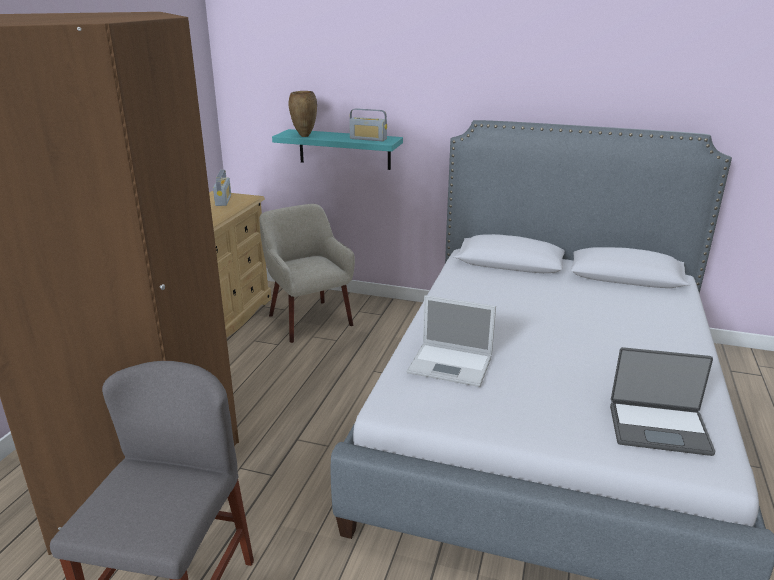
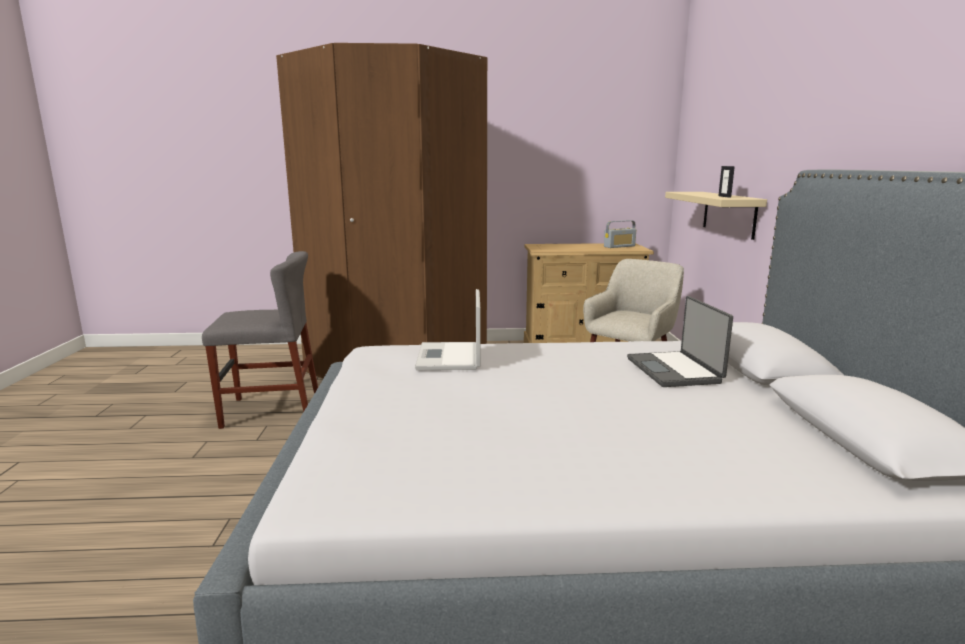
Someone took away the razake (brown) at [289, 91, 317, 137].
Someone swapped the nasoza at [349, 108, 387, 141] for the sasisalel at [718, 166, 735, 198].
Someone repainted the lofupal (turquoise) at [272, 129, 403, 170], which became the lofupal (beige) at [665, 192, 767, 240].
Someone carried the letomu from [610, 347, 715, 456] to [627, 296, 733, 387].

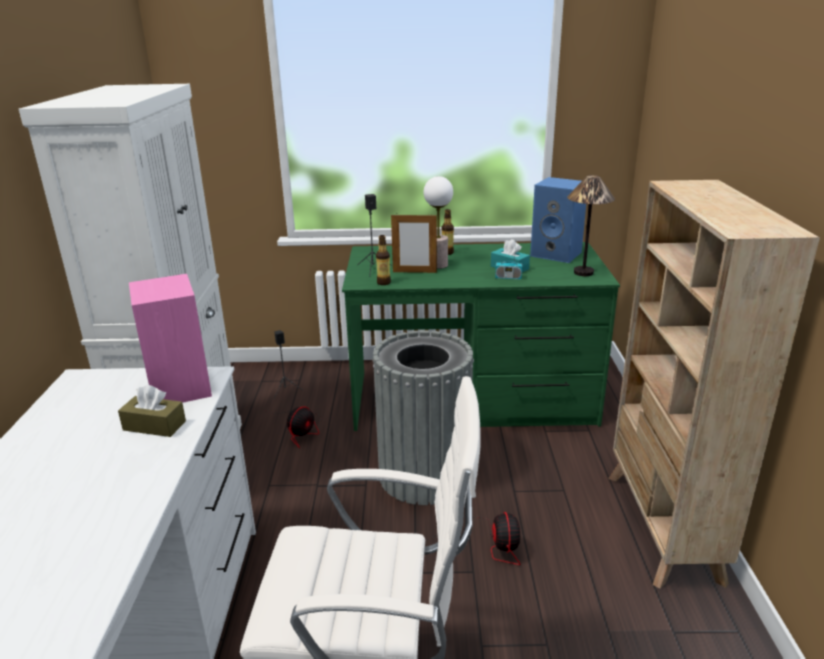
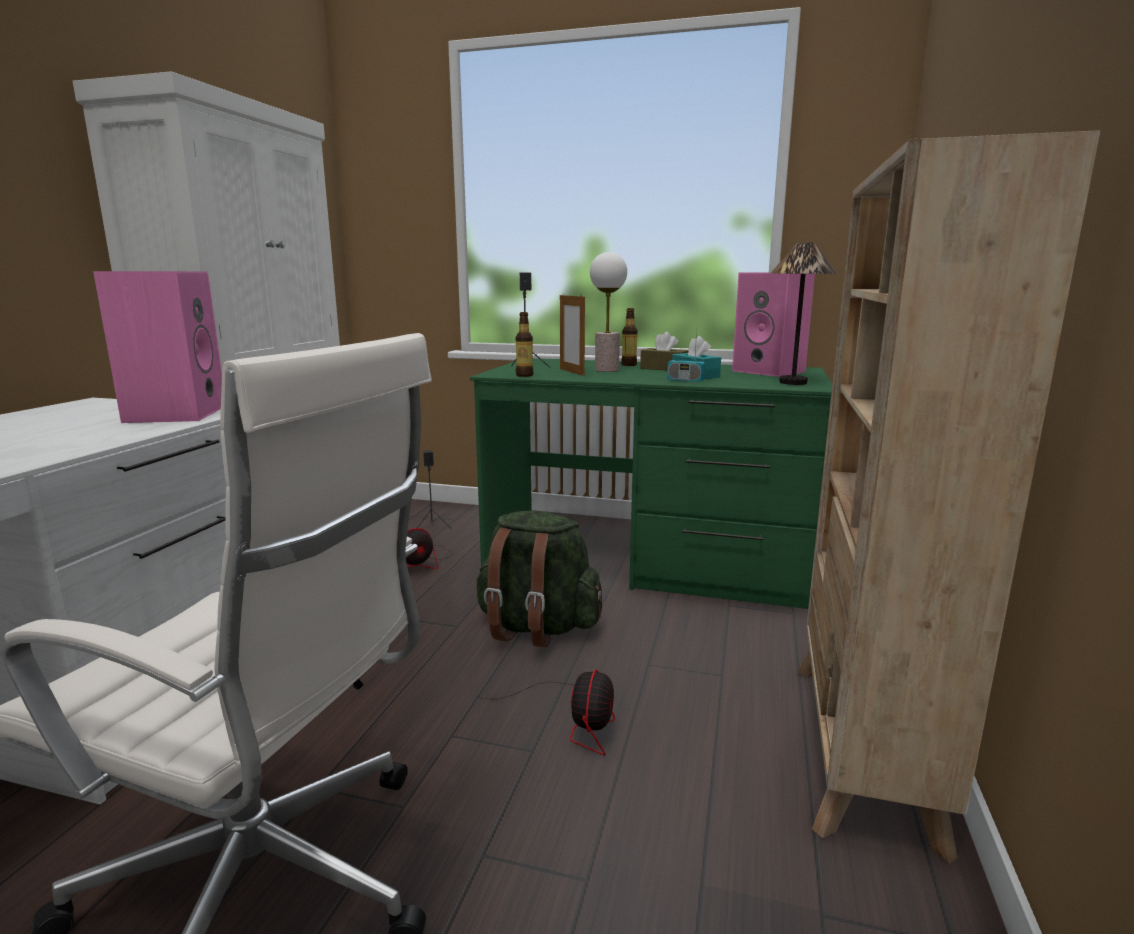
Someone repainted the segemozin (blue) at [530, 177, 586, 263], which became the segemozin (pink) at [732, 272, 815, 377].
Someone rotated the sasisalel at [391, 213, 437, 273] by 45 degrees clockwise.
Someone swapped the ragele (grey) at [373, 330, 474, 505] for the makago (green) at [476, 511, 602, 647].
Someone carried the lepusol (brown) from [118, 385, 186, 437] to [640, 332, 689, 371].

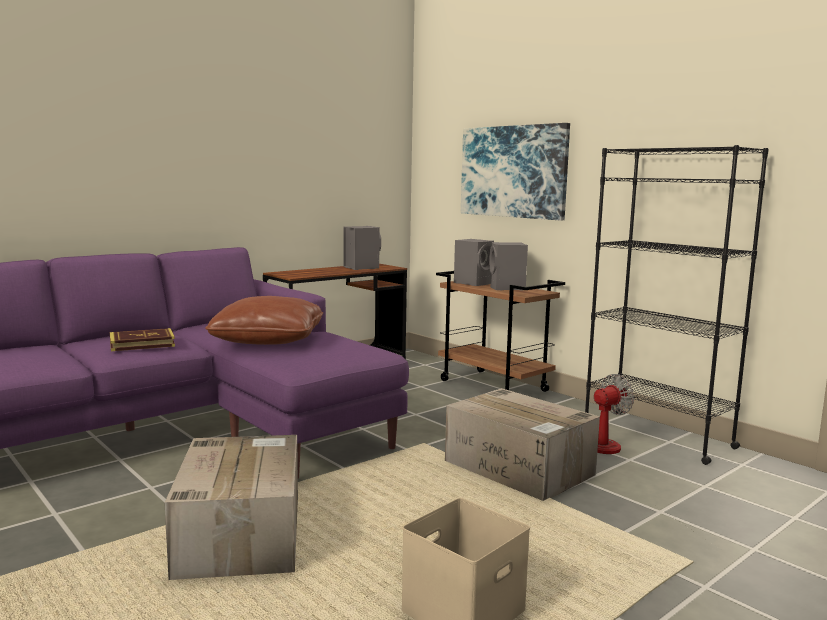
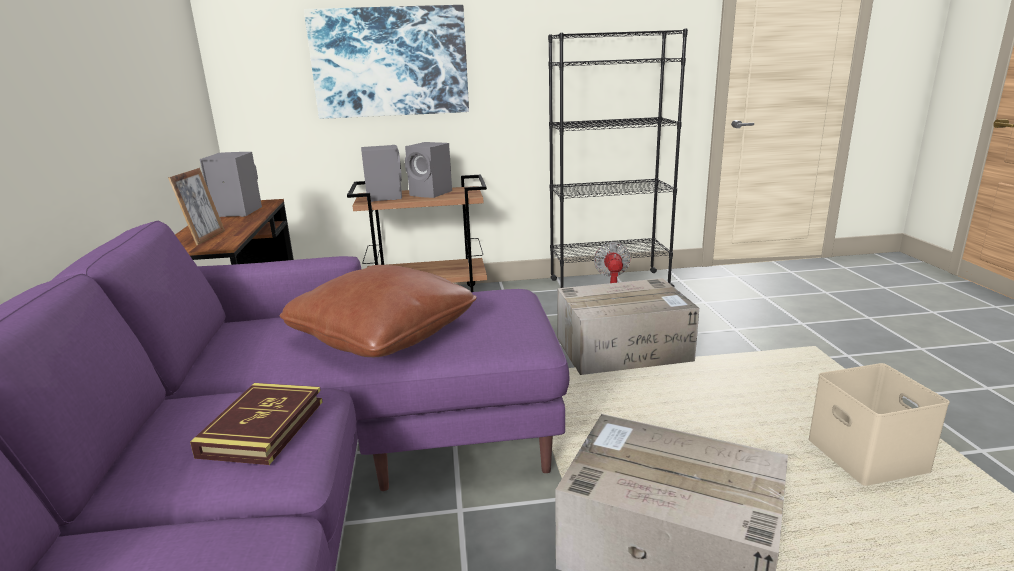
Someone put down the sasisalel at [168, 168, 225, 245].

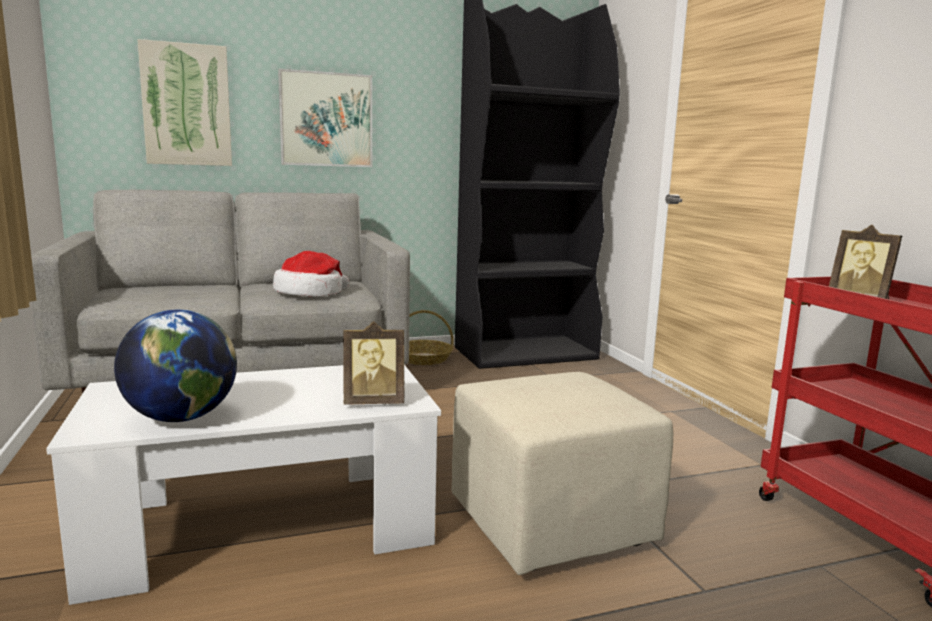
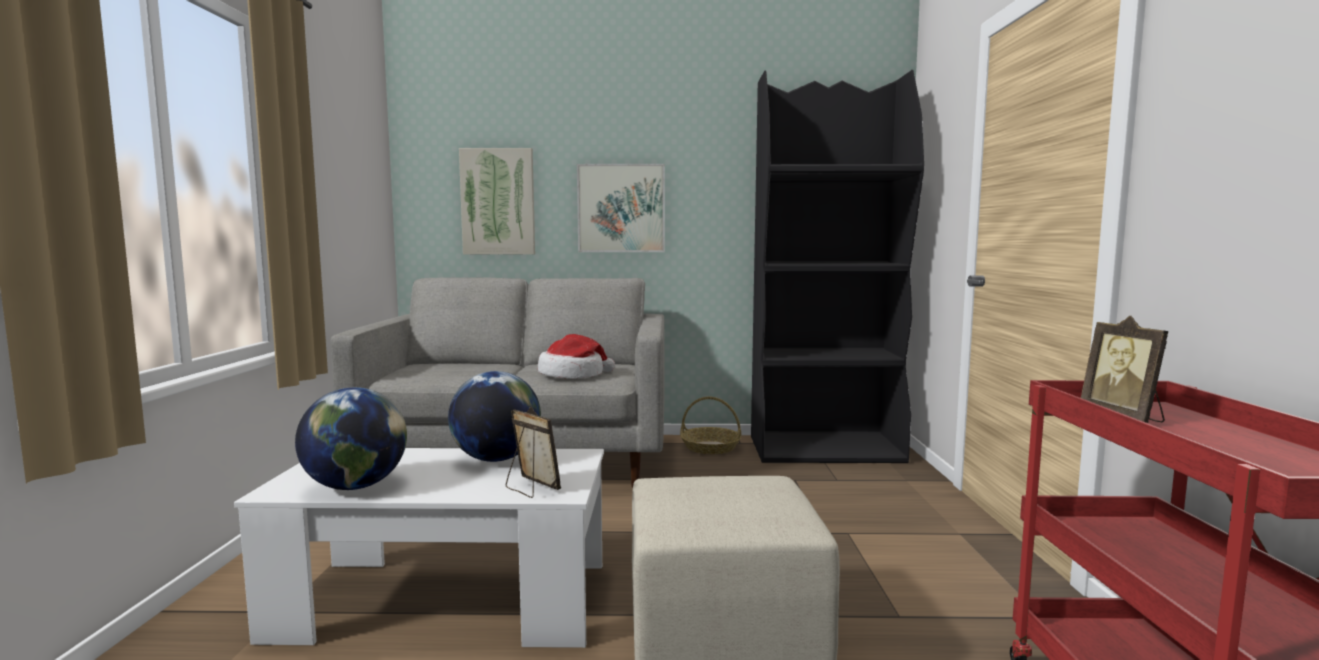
Someone rotated the sasisalel at [343, 321, 404, 405] by 150 degrees counterclockwise.
Someone put down the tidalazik at [448, 371, 541, 462].

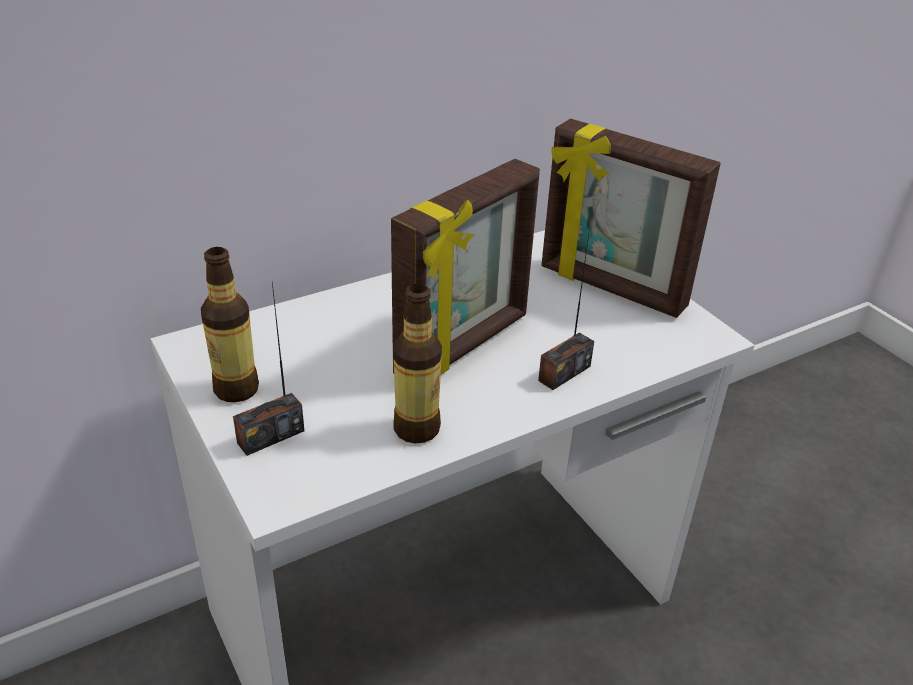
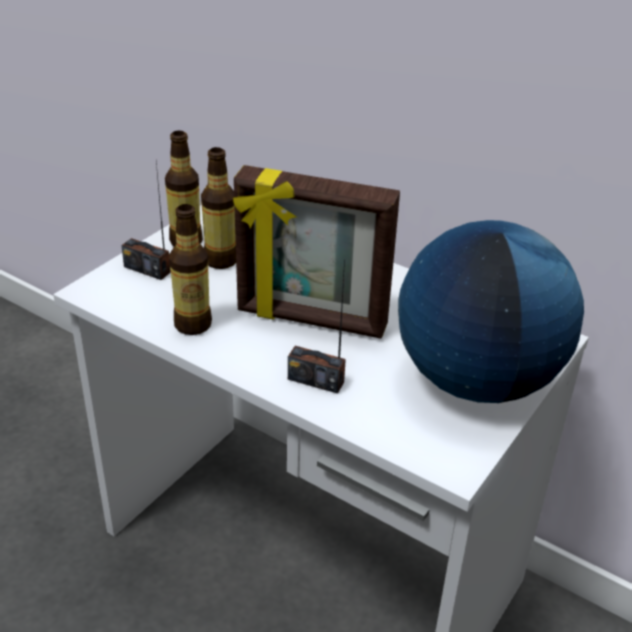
Someone swapped the sasisalel at [541, 119, 721, 318] for the tidalazik at [398, 220, 584, 403].
Someone put down the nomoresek at [201, 147, 236, 269].

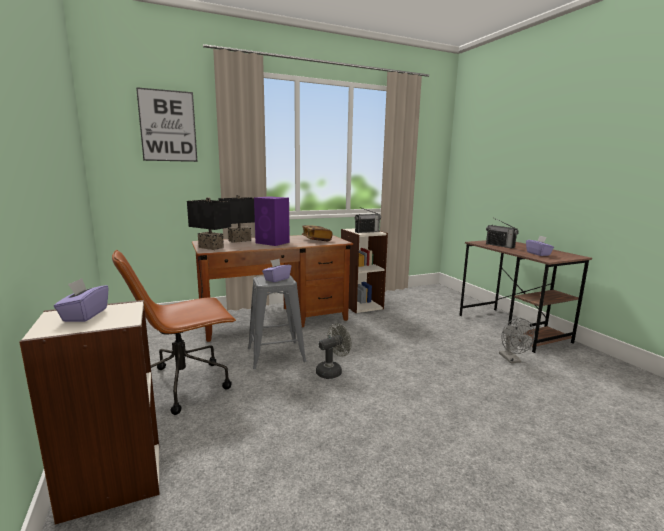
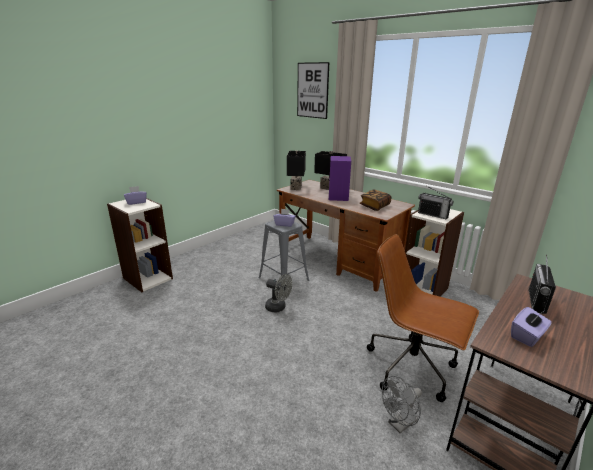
Someone carried the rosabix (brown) from [112, 250, 236, 415] to [367, 234, 479, 402].

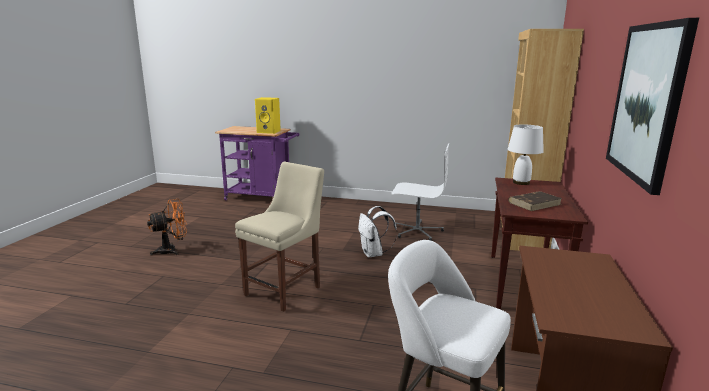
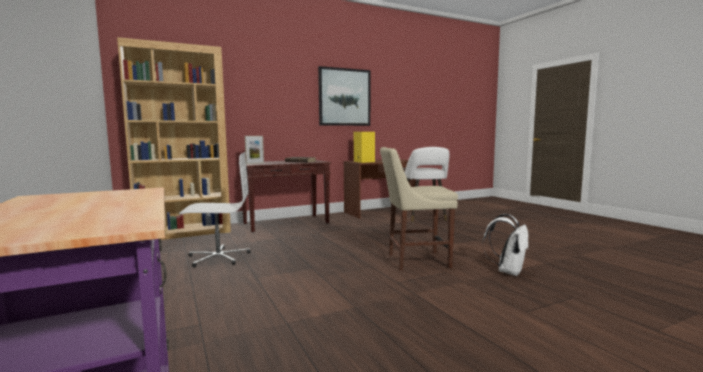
Someone carried the segemozin (yellow) from [255, 97, 281, 134] to [354, 132, 375, 163].
Someone swapped the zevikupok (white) at [508, 125, 544, 185] for the sasisalel at [245, 136, 264, 164].
Someone rotated the rosabix (white) at [391, 143, 449, 241] by 105 degrees clockwise.
Someone took away the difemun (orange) at [147, 199, 187, 255].
Someone carried the makago (white) from [358, 206, 397, 257] to [482, 214, 529, 276].

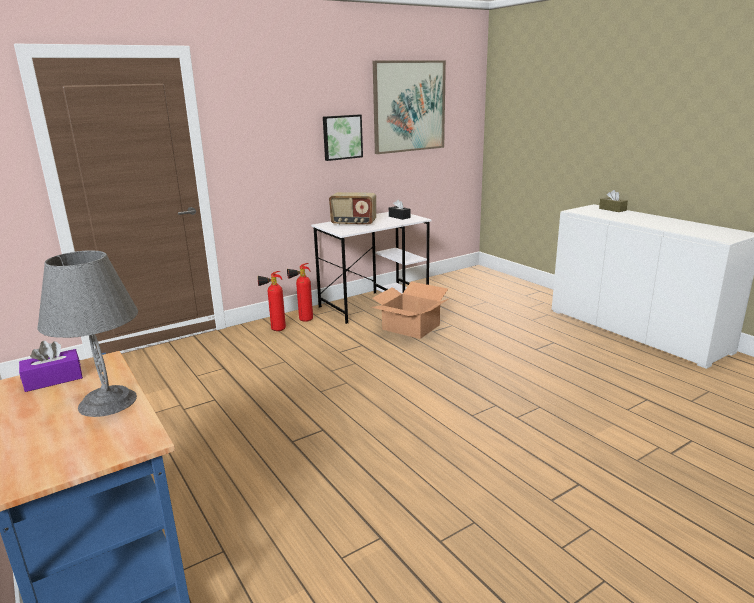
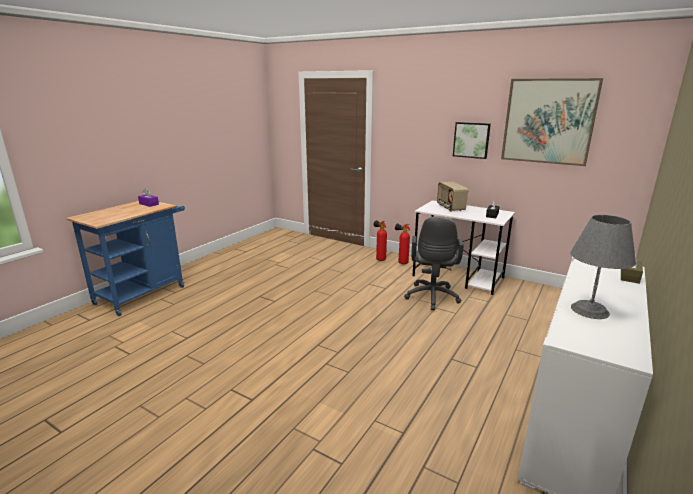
Someone carried the zevikupok (grey) from [38, 251, 138, 417] to [570, 215, 636, 319].
Someone swapped the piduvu at [371, 282, 450, 339] for the rosabix (grey) at [404, 217, 464, 310].

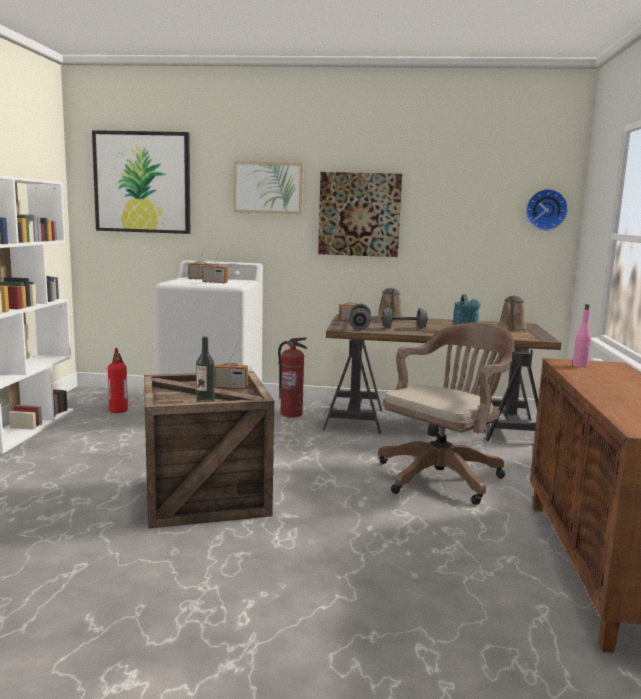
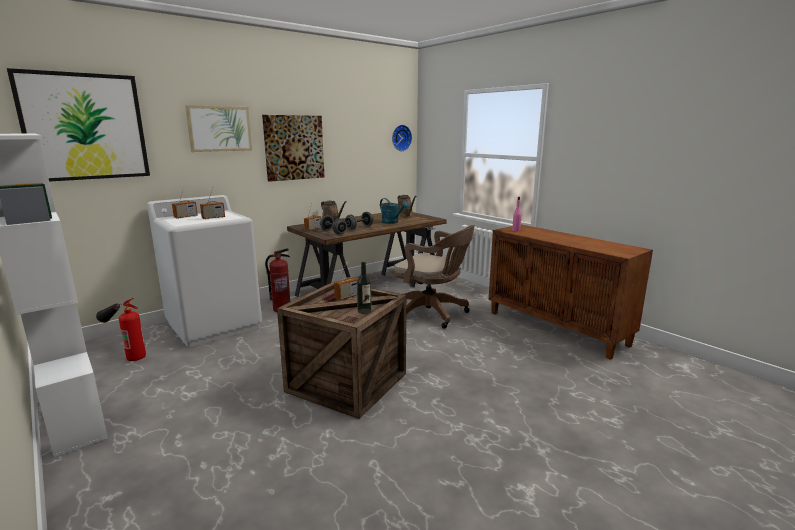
Someone rotated the rosabix (brown) at [378, 323, 515, 505] by 120 degrees clockwise.

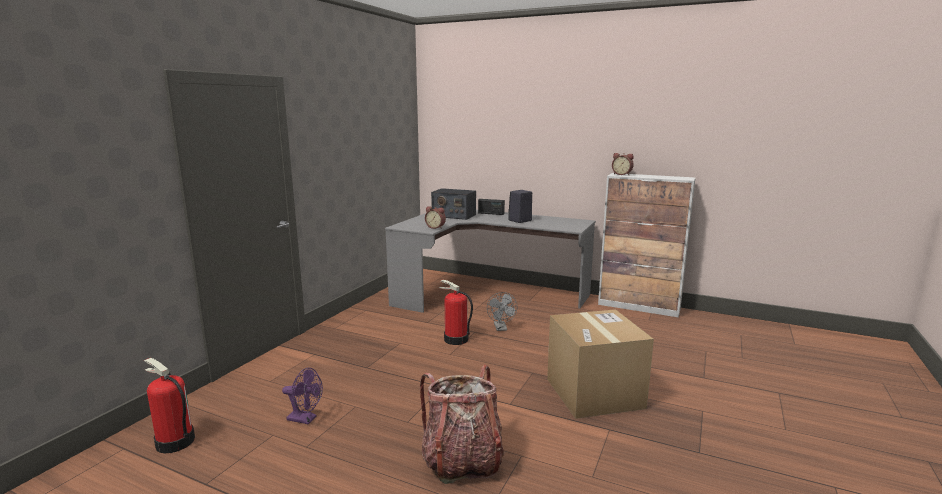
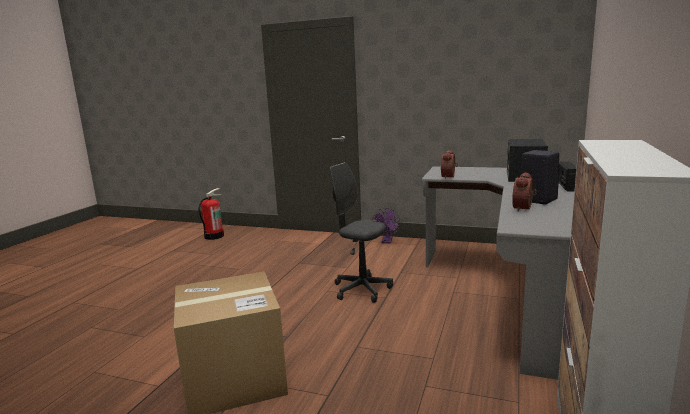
Someone carried the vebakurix from [612, 153, 634, 175] to [512, 172, 537, 211].
Someone swapped the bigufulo at [439, 280, 473, 345] for the rosabix (grey) at [330, 163, 393, 303].
Someone took away the difemun (grey) at [487, 292, 518, 331].
Someone took away the makago at [420, 365, 505, 484].
Someone carried the difemun (purple) from [282, 368, 323, 424] to [372, 208, 400, 243].

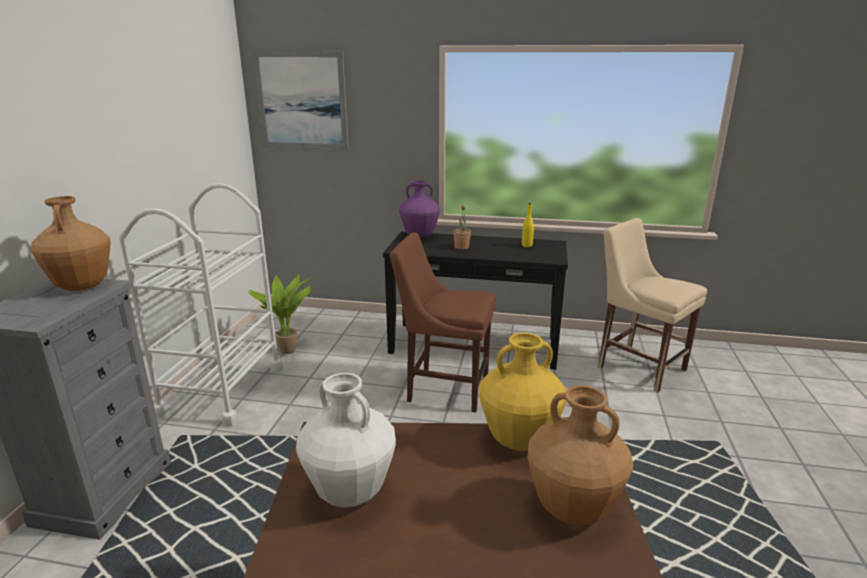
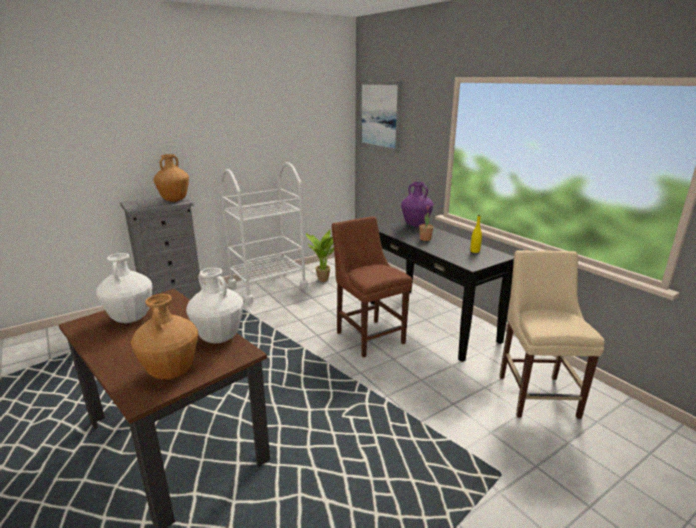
Someone repainted the razake (yellow) at [479, 333, 566, 451], which became the razake (white) at [186, 268, 243, 344].

